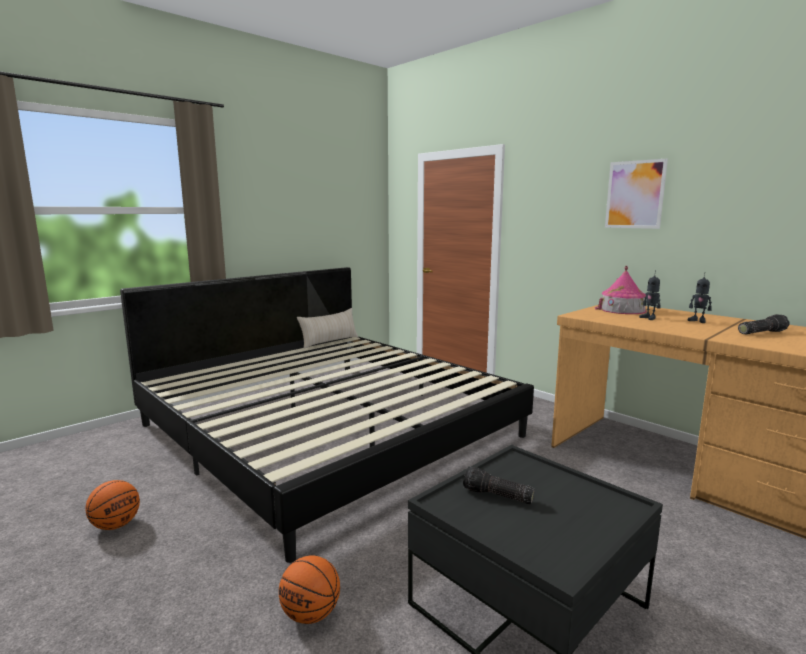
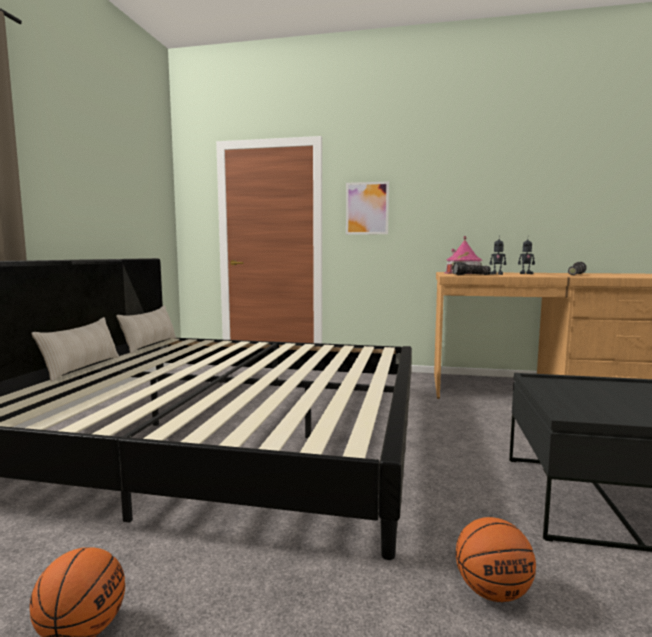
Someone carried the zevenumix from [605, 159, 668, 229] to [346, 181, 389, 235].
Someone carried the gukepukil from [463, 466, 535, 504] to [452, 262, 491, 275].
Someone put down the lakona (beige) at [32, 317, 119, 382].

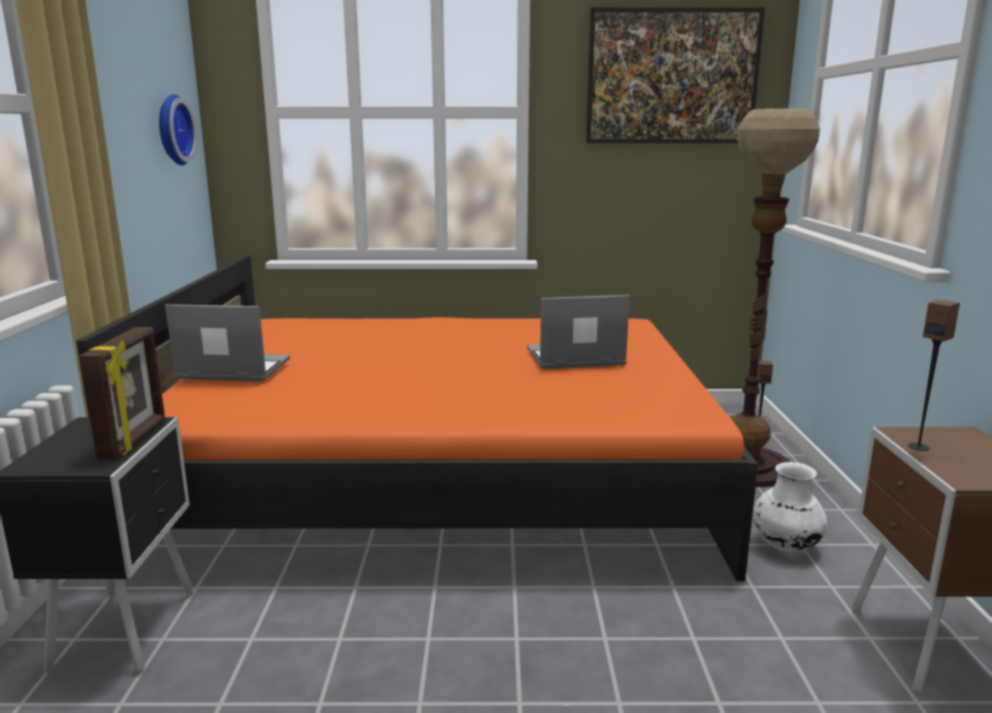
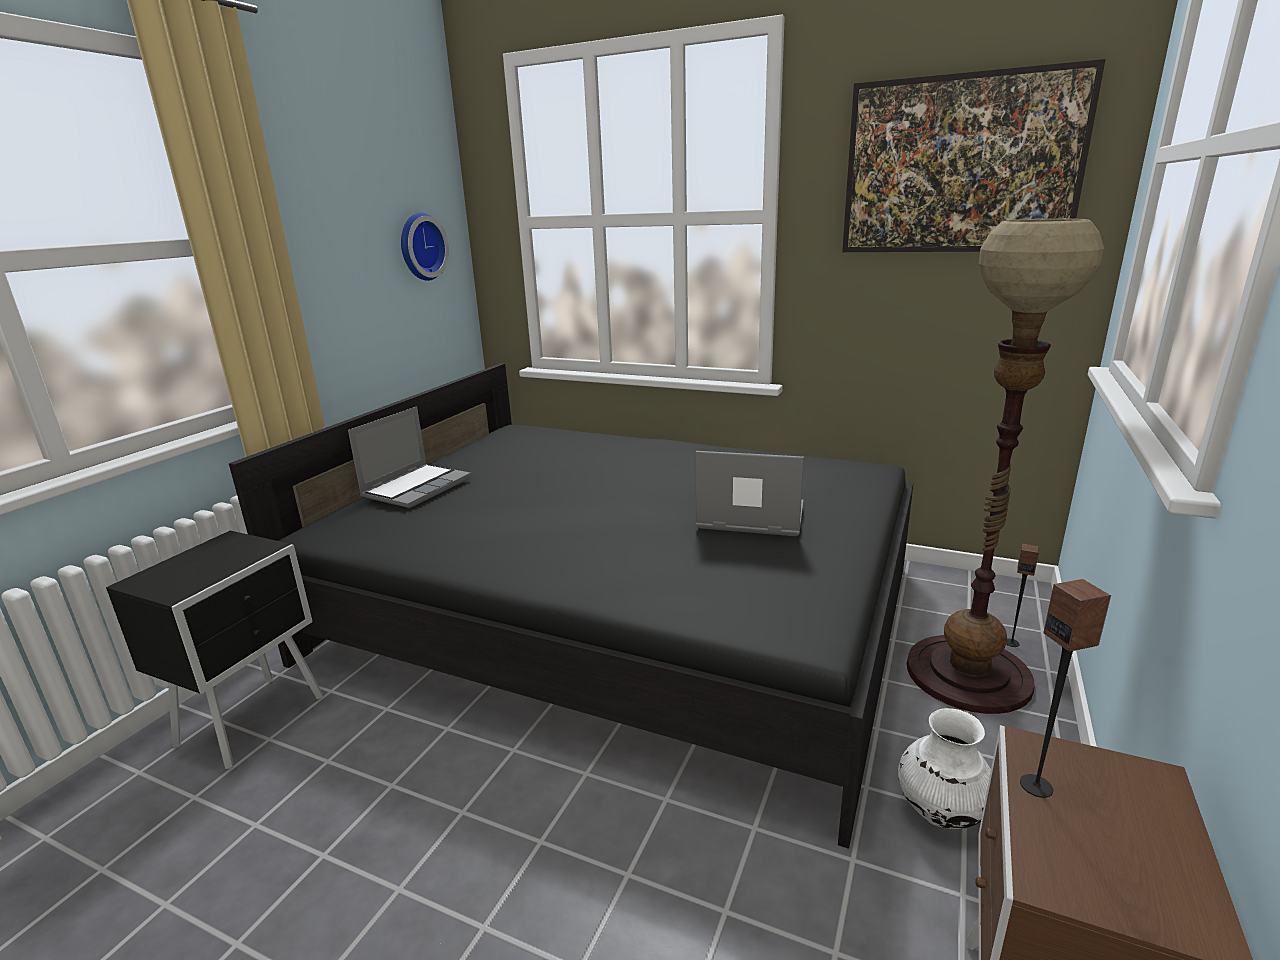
Someone repainted the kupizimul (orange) at [76, 256, 758, 581], which became the kupizimul (black) at [229, 363, 914, 849].
Someone rotated the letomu at [165, 304, 290, 381] by 90 degrees clockwise.
Someone took away the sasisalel at [80, 327, 165, 460].

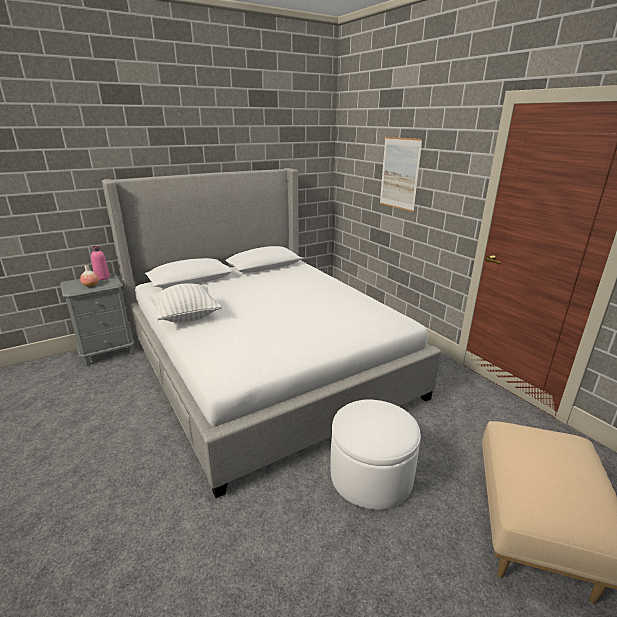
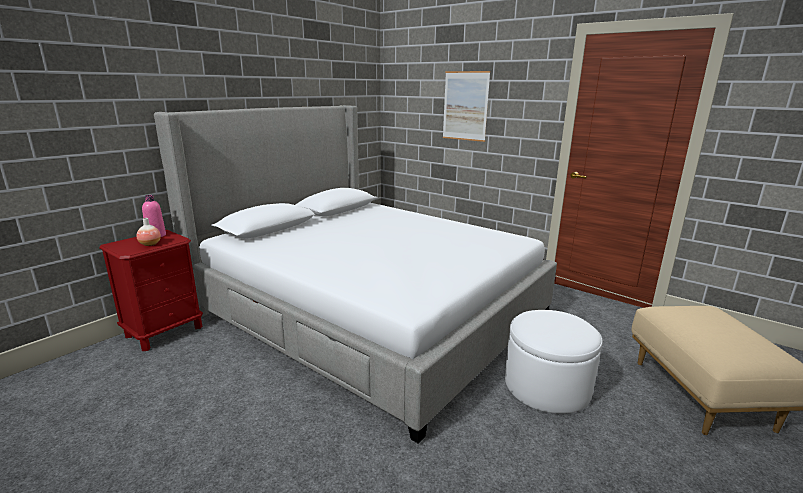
Someone repainted the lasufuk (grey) at [60, 273, 135, 367], which became the lasufuk (red) at [99, 230, 203, 351].
Someone took away the lakona (white) at [149, 283, 222, 323].

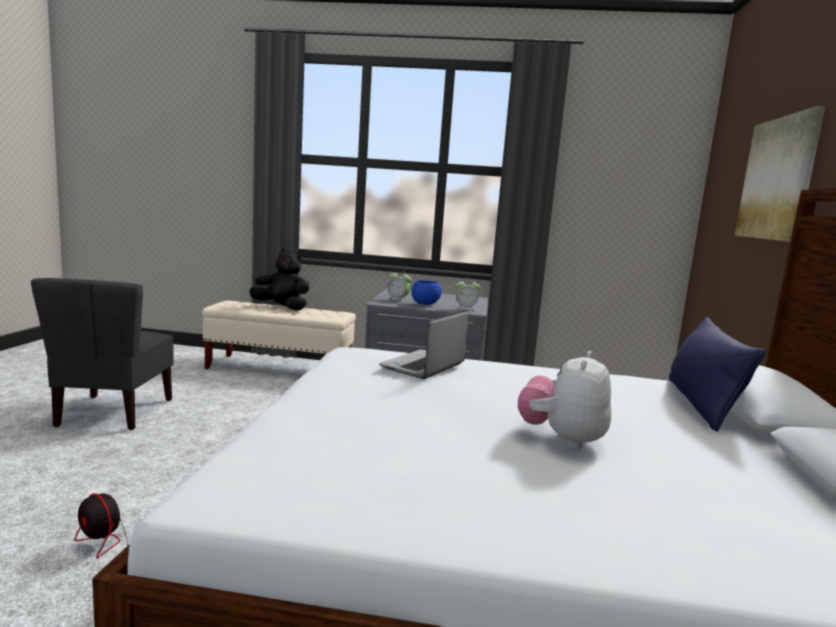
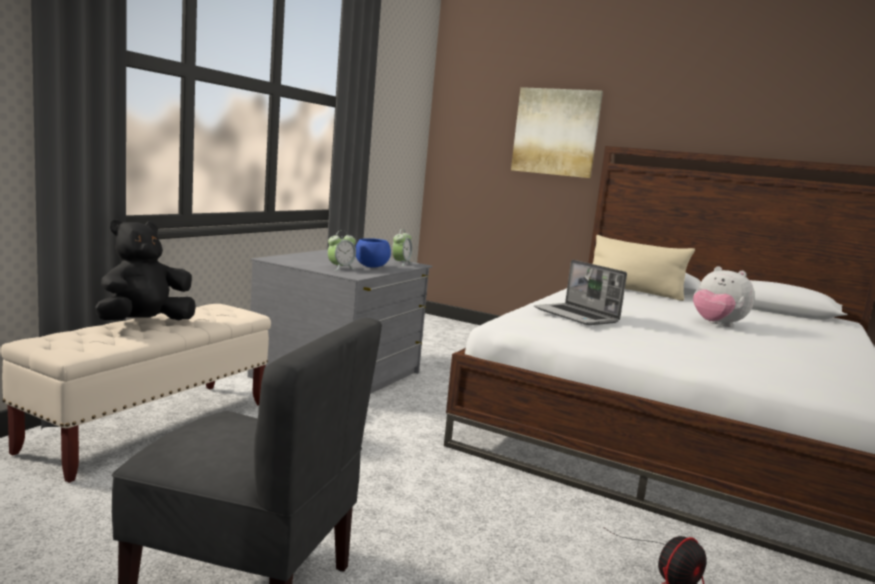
Someone repainted the lakona (blue) at [669, 317, 766, 432], which became the lakona (beige) at [593, 235, 695, 301].

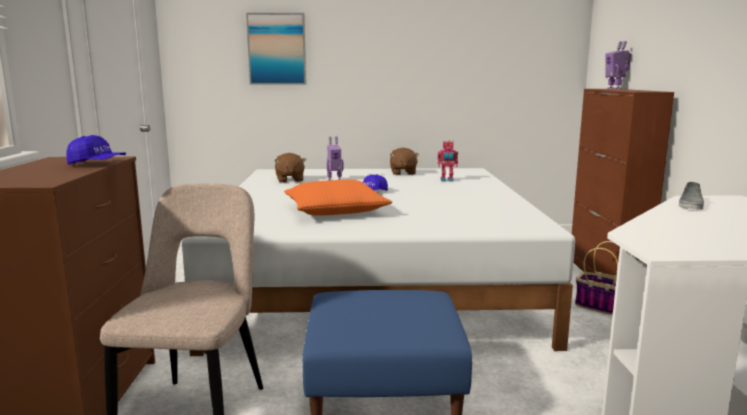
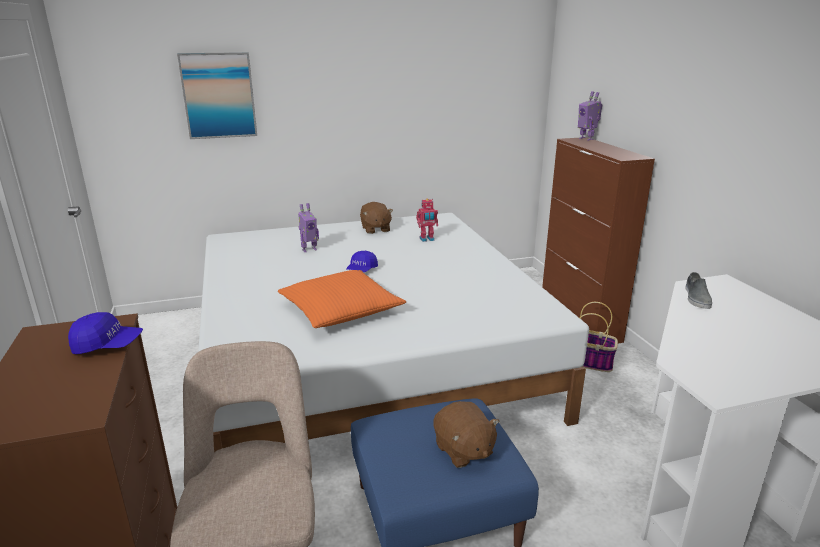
Someone carried the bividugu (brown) from [274, 153, 306, 183] to [434, 401, 499, 468].

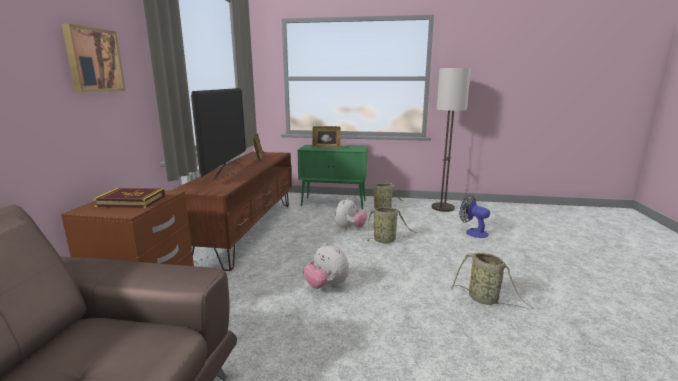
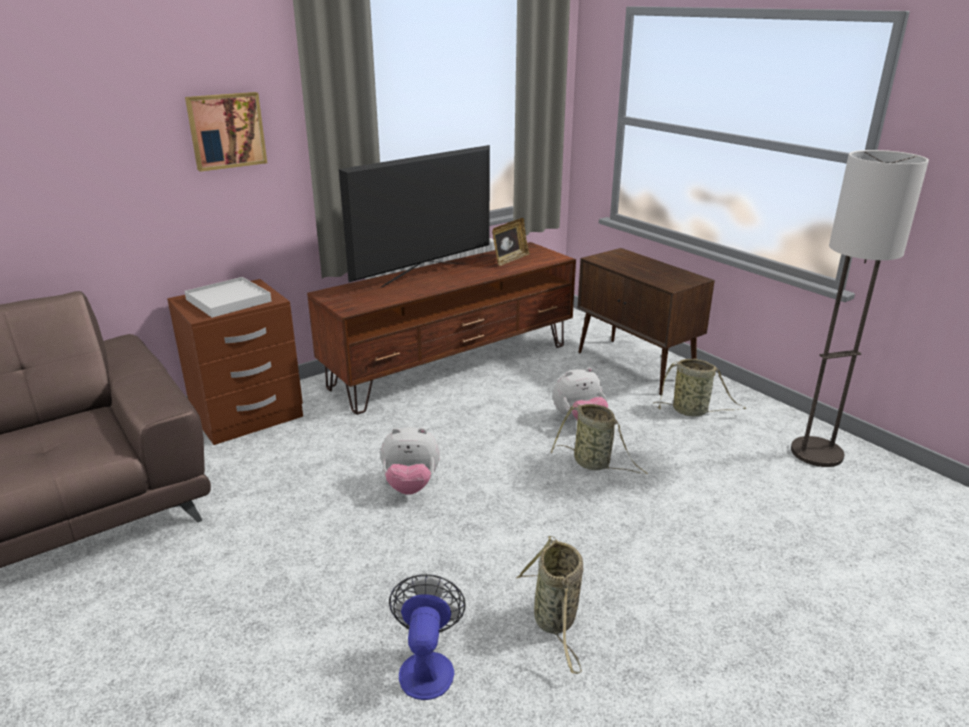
Someone took away the sasisalel at [312, 126, 341, 148].
Someone repainted the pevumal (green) at [297, 145, 368, 209], which became the pevumal (brown) at [578, 248, 715, 395].
Someone swapped the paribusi at [93, 188, 165, 208] for the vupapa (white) at [184, 277, 272, 318].
Someone carried the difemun from [460, 195, 490, 238] to [389, 574, 466, 700].
Someone rotated the bividugu at [304, 243, 349, 289] by 90 degrees counterclockwise.

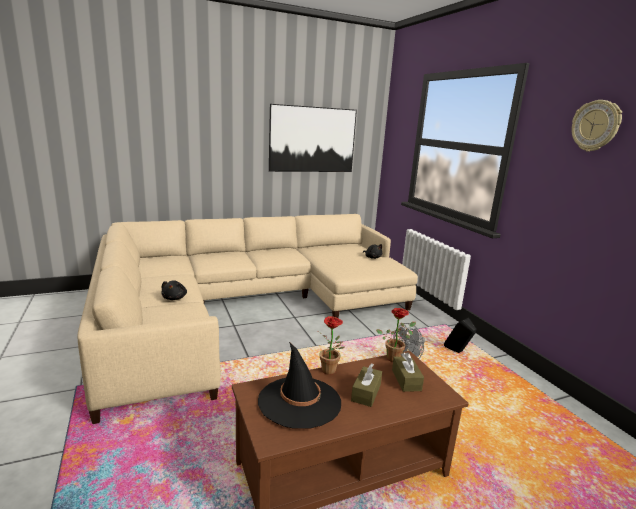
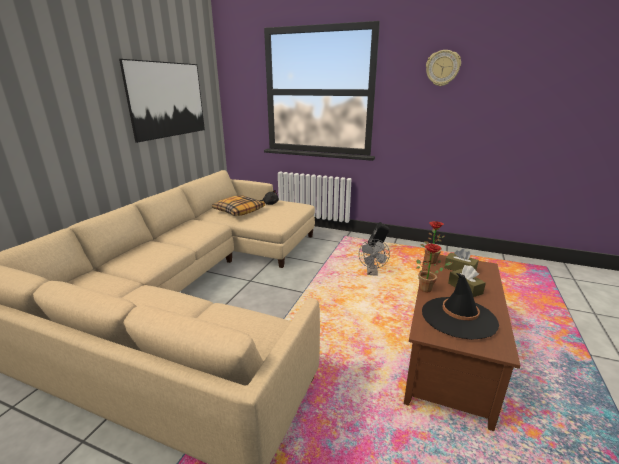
Someone took away the bividugu (black) at [161, 281, 187, 300].
Someone put down the lakona at [212, 196, 265, 216].

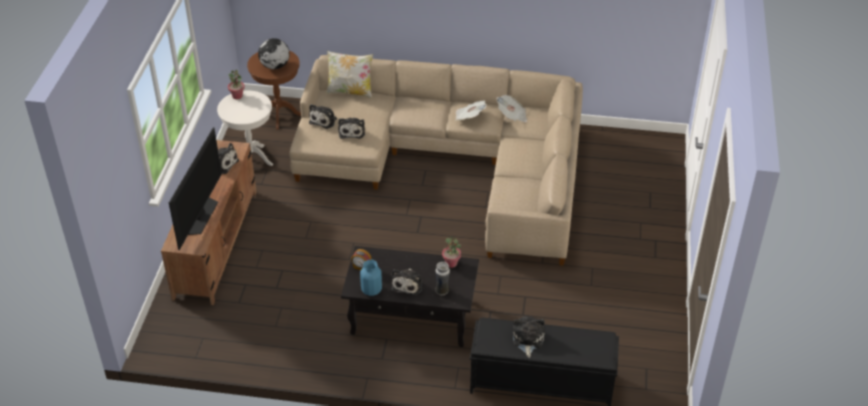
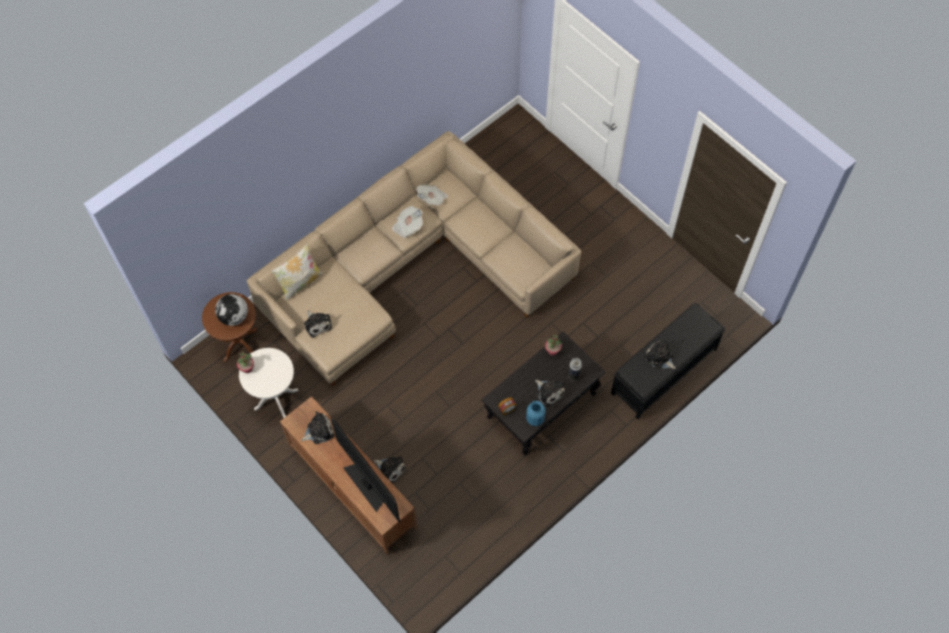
Someone carried the bividugu from [338, 118, 365, 139] to [374, 456, 406, 484].

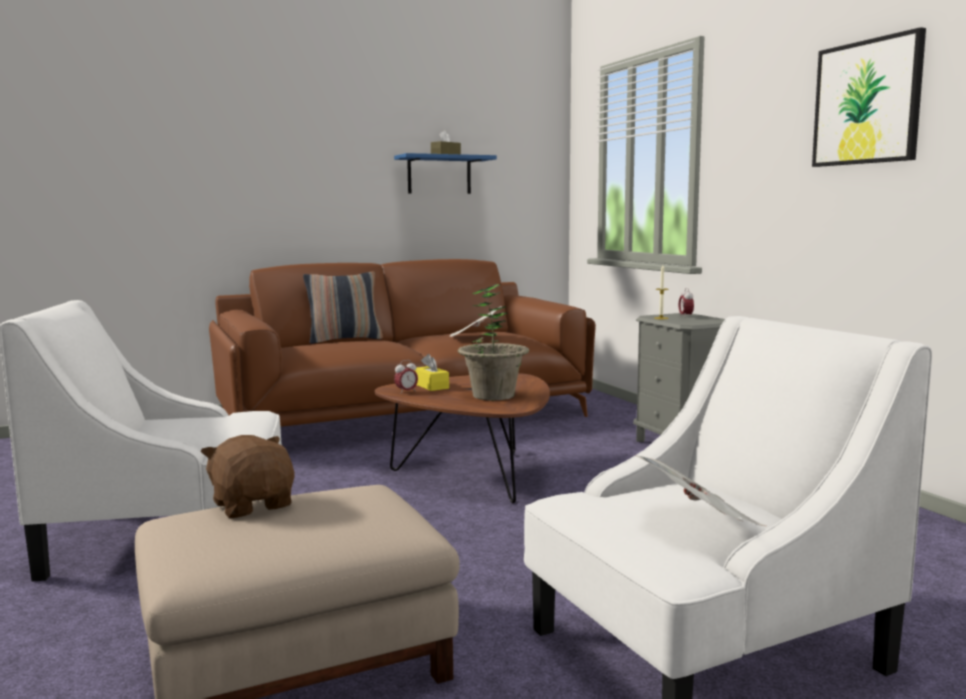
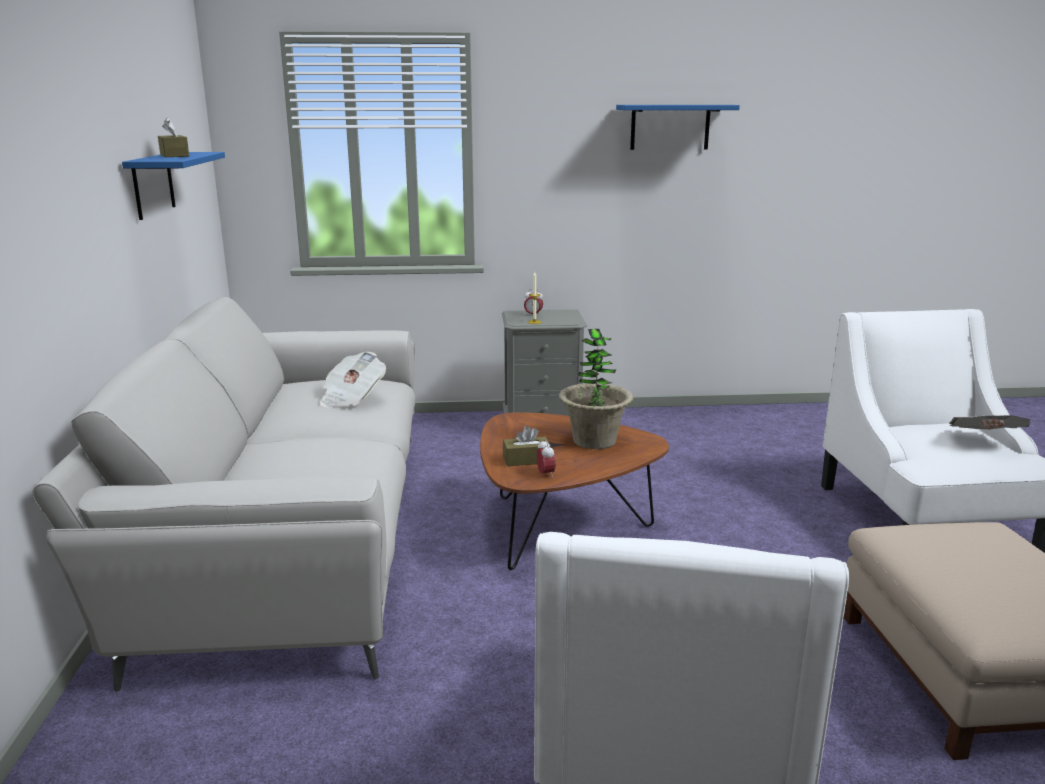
Someone swapped the zevenumix at [812, 27, 926, 167] for the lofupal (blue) at [616, 105, 740, 150].
Someone repainted the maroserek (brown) at [209, 259, 596, 427], which became the maroserek (grey) at [32, 297, 415, 692].
Someone took away the lakona at [303, 272, 383, 344].
Someone repainted the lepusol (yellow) at [414, 354, 449, 391], which became the lepusol (brown) at [503, 426, 551, 466].
Someone took away the bividugu (brown) at [201, 435, 295, 518].

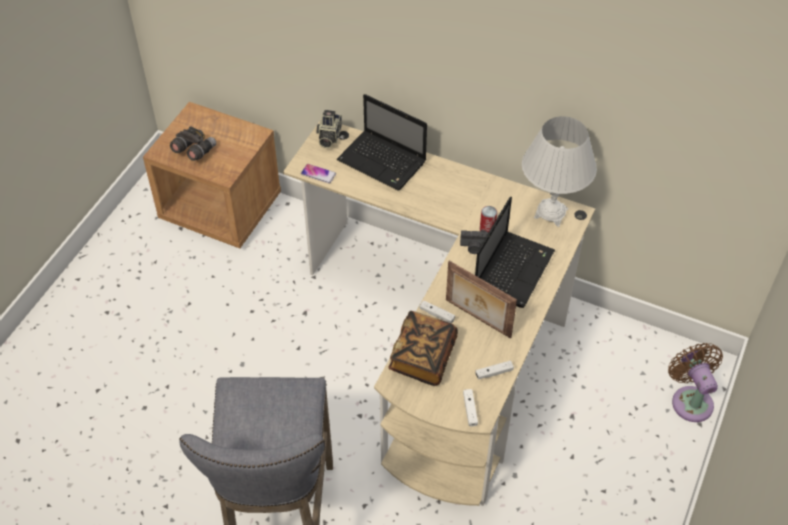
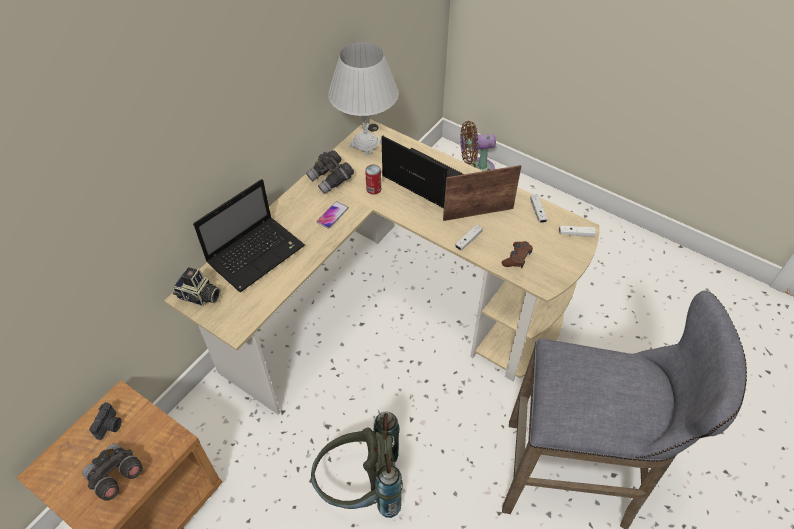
Someone carried the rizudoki from [301, 164, 336, 184] to [317, 201, 349, 229].
Someone carried the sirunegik from [460, 230, 489, 254] to [89, 402, 121, 440].
Someone rotated the sasisalel at [446, 261, 517, 338] by 150 degrees counterclockwise.
Someone swapped the paribusi at [388, 311, 458, 386] for the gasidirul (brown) at [502, 241, 533, 268].
Someone put down the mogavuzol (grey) at [306, 150, 354, 194].
Someone put down the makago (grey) at [311, 411, 403, 518].

